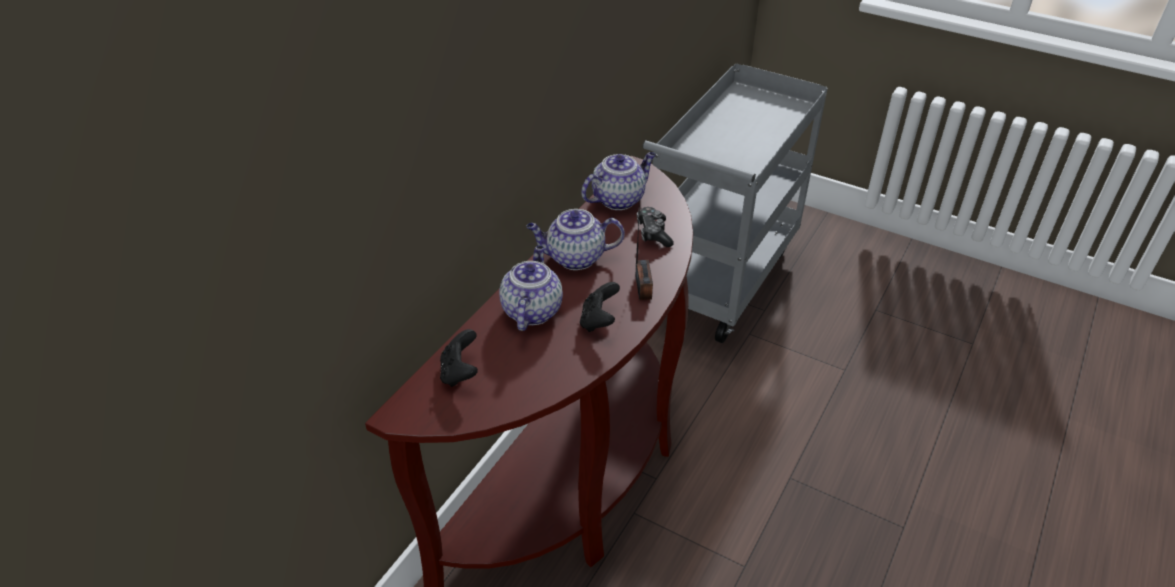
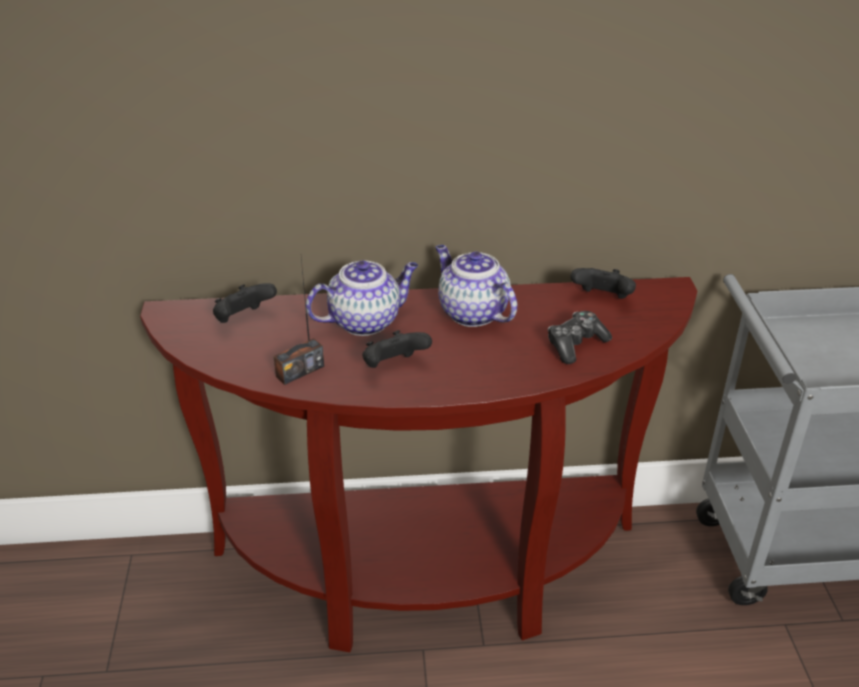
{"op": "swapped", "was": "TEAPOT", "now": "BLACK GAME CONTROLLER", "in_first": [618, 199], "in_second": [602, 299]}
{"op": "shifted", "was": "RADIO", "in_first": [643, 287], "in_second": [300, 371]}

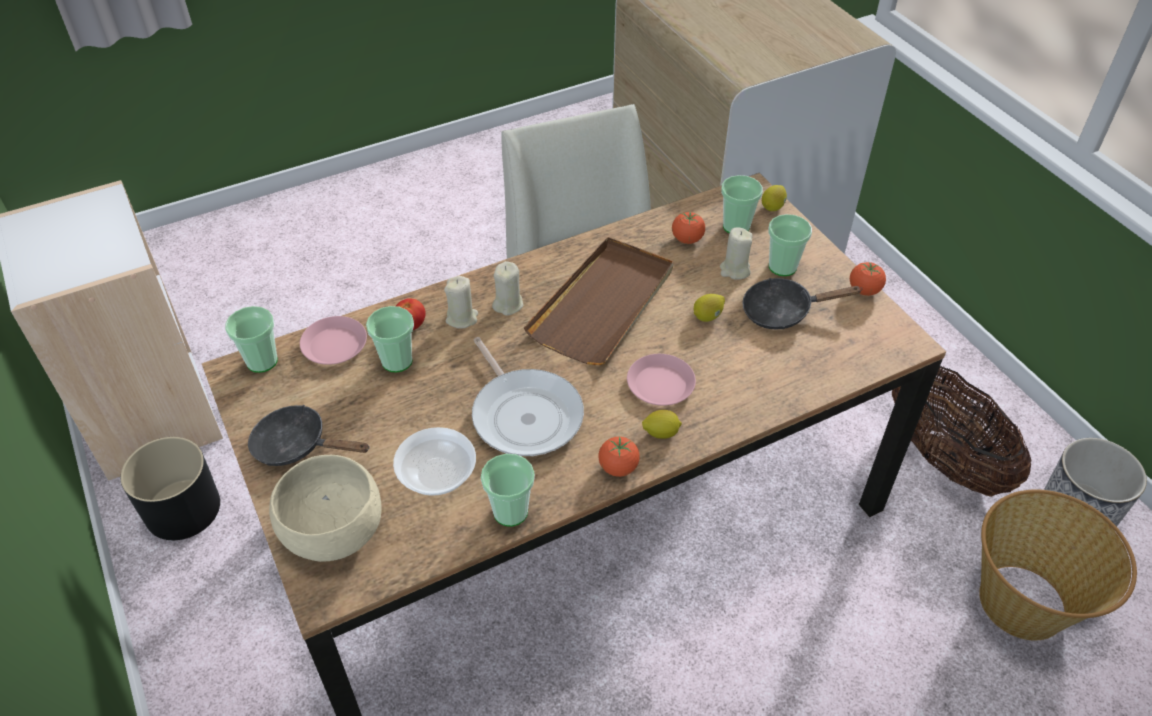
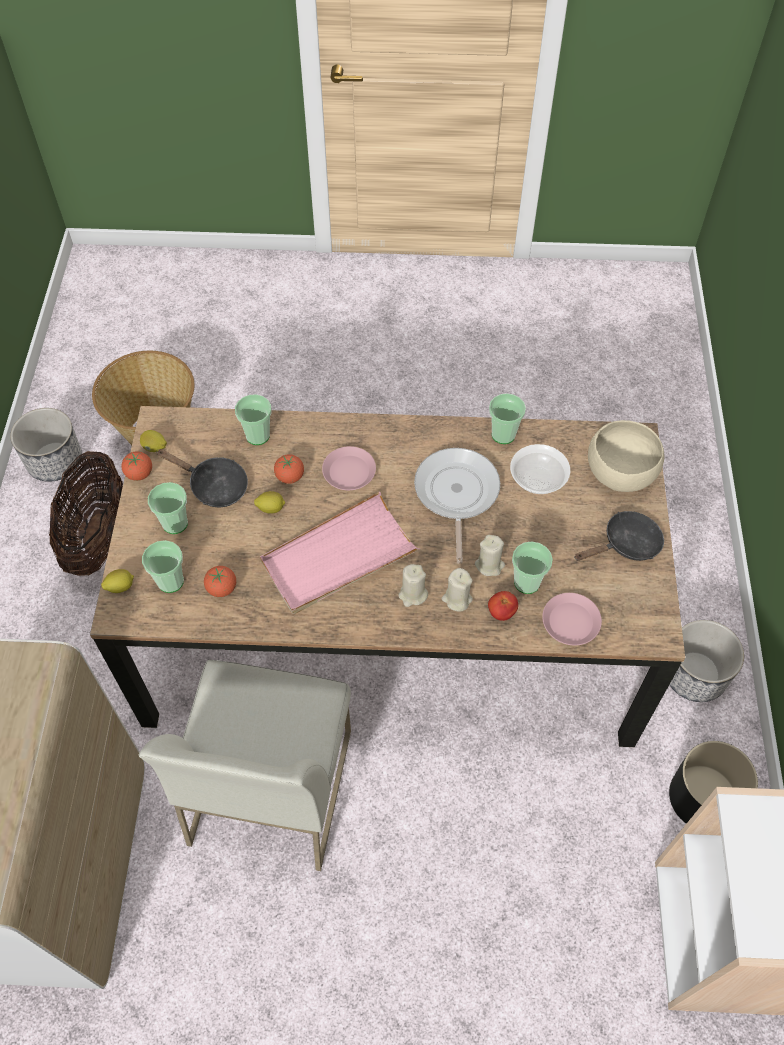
{"op": "shifted", "was": "CUP", "in_first": [262, 361], "in_second": [257, 435]}
{"op": "rotated", "was": "BLACK FRYING PAN", "in_first": [297, 445], "in_second": [626, 544], "clockwise": -75}
{"op": "repainted", "was": "BROWN TRAY", "now": "PINK TRAY", "in_first": [604, 304], "in_second": [338, 557]}
{"op": "shifted", "was": "TOMATO", "in_first": [618, 467], "in_second": [290, 477]}
{"op": "shifted", "was": "LEMON", "in_first": [660, 433], "in_second": [154, 448]}
{"op": "shifted", "was": "BEIGE CANDLE", "in_first": [734, 270], "in_second": [489, 565]}
{"op": "new", "now": "PLANTER", "in_second": [694, 675]}

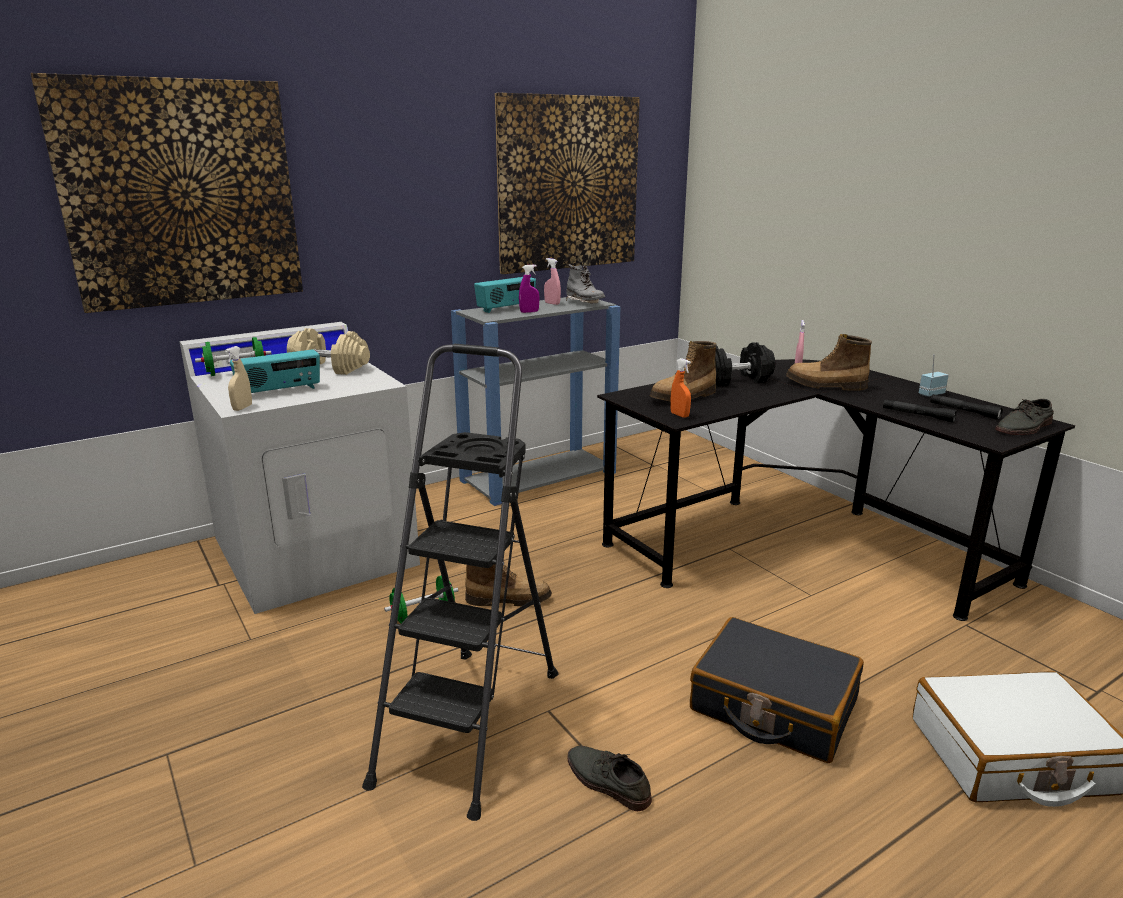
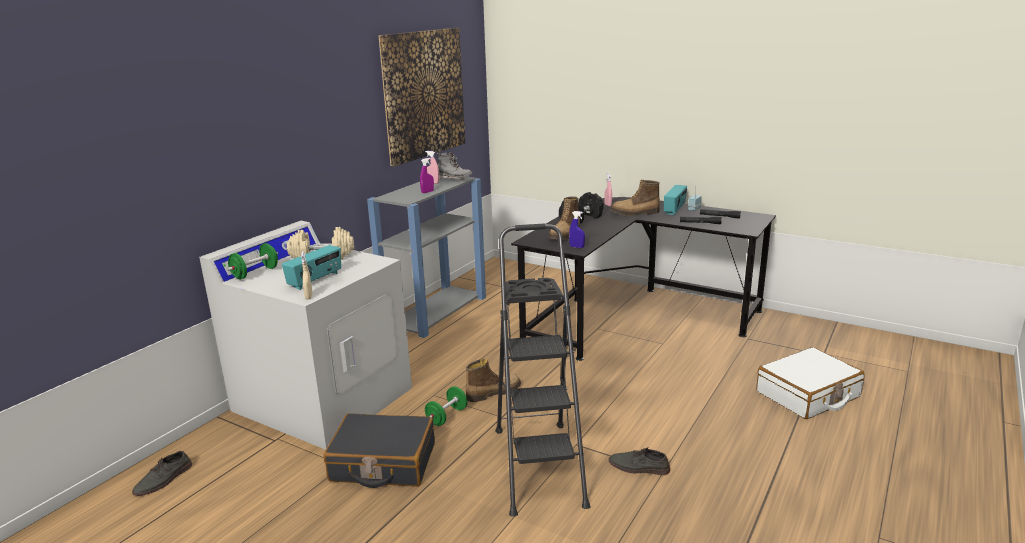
{"op": "gone", "was": "PICTURE", "in_first": [181, 194]}
{"op": "shifted", "was": "RADIO", "in_first": [506, 308], "in_second": [675, 209]}
{"op": "repainted", "was": "ORANGE SPRAY BOTTLE", "now": "BLUE SPRAY BOTTLE", "in_first": [679, 415], "in_second": [576, 247]}
{"op": "shifted", "was": "BLACK SUITCASE", "in_first": [773, 706], "in_second": [383, 463]}
{"op": "shifted", "was": "GREY SHOE", "in_first": [1024, 427], "in_second": [164, 480]}

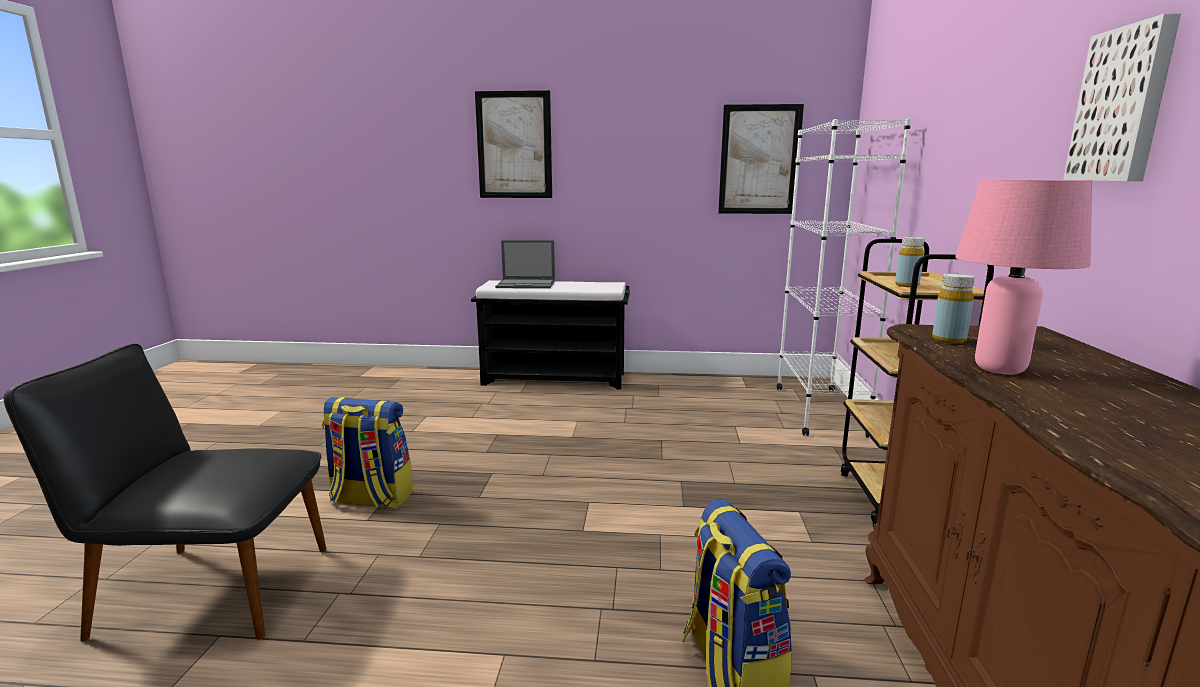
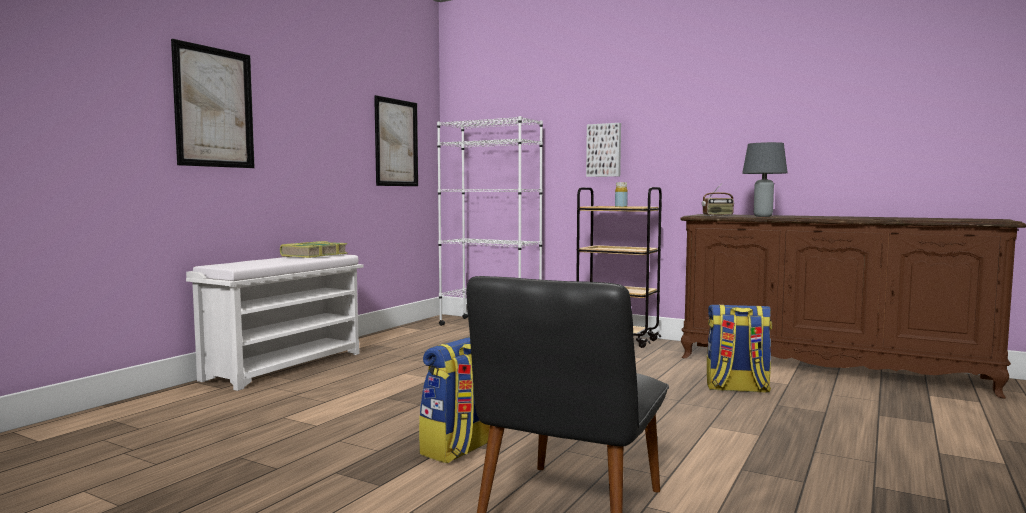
{"op": "repainted", "was": "BLACK BENCH", "now": "WHITE BENCH", "in_first": [555, 378], "in_second": [285, 366]}
{"op": "gone", "was": "LAPTOP", "in_first": [526, 284]}
{"op": "swapped", "was": "YELLOW BOTTLE", "now": "RADIO", "in_first": [948, 340], "in_second": [717, 215]}
{"op": "repainted", "was": "PINK TABLE LAMP", "now": "GREY TABLE LAMP", "in_first": [1000, 370], "in_second": [763, 216]}
{"op": "shifted", "was": "PICTURE", "in_first": [1124, 105], "in_second": [604, 150]}
{"op": "new", "now": "BOOK", "in_second": [313, 255]}

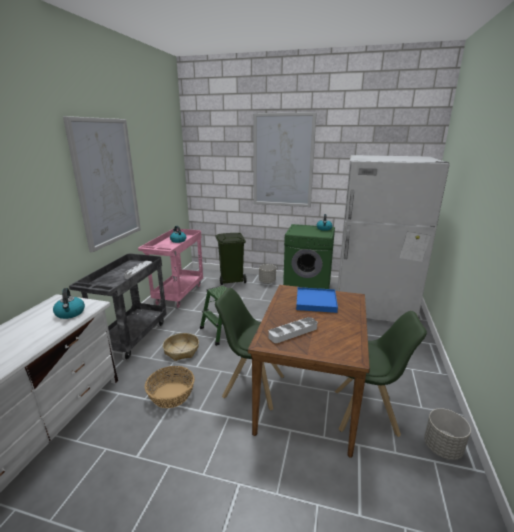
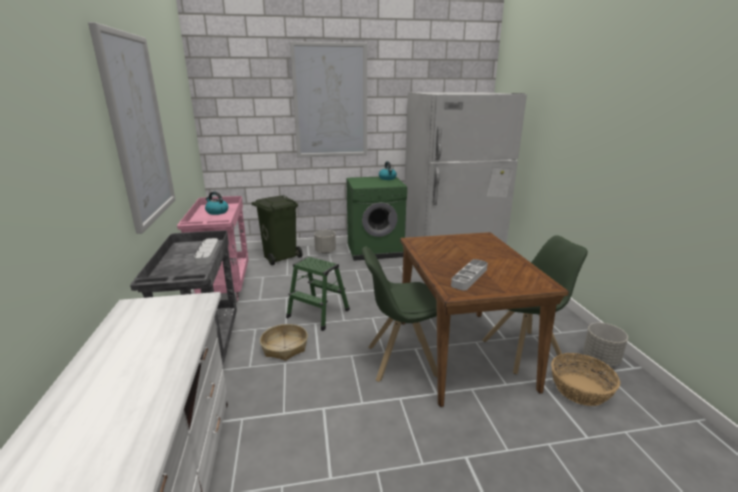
{"op": "gone", "was": "KETTLE", "in_first": [70, 313]}
{"op": "shifted", "was": "BASKET", "in_first": [171, 394], "in_second": [579, 389]}
{"op": "gone", "was": "BLUE TRAY", "in_first": [316, 302]}

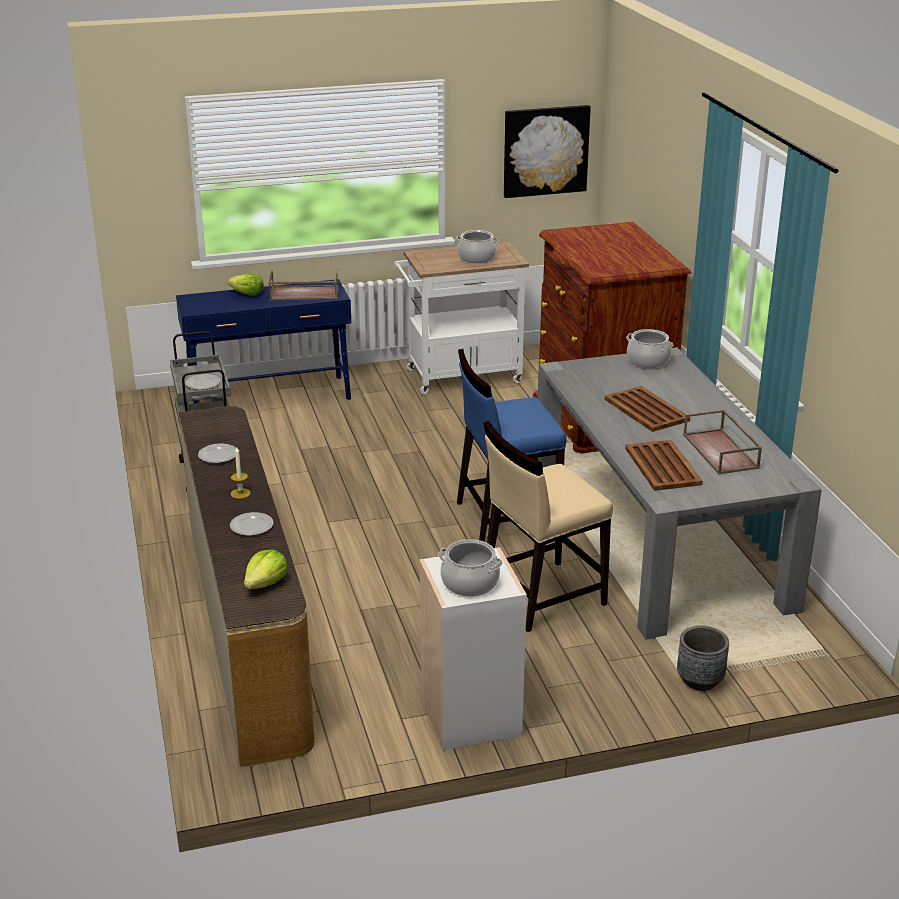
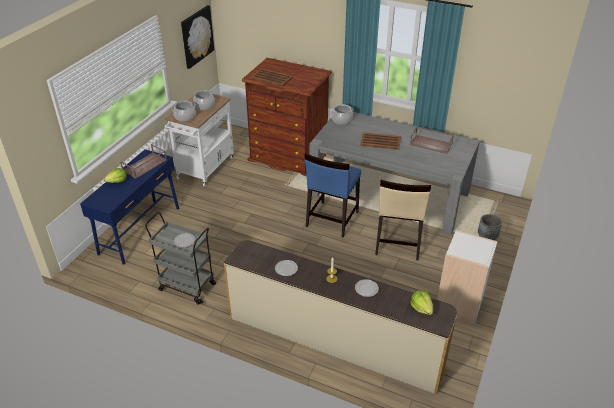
{"op": "shifted", "was": "COOKING POT", "in_first": [469, 583], "in_second": [185, 117]}
{"op": "shifted", "was": "BROWN TRAY", "in_first": [662, 466], "in_second": [271, 78]}

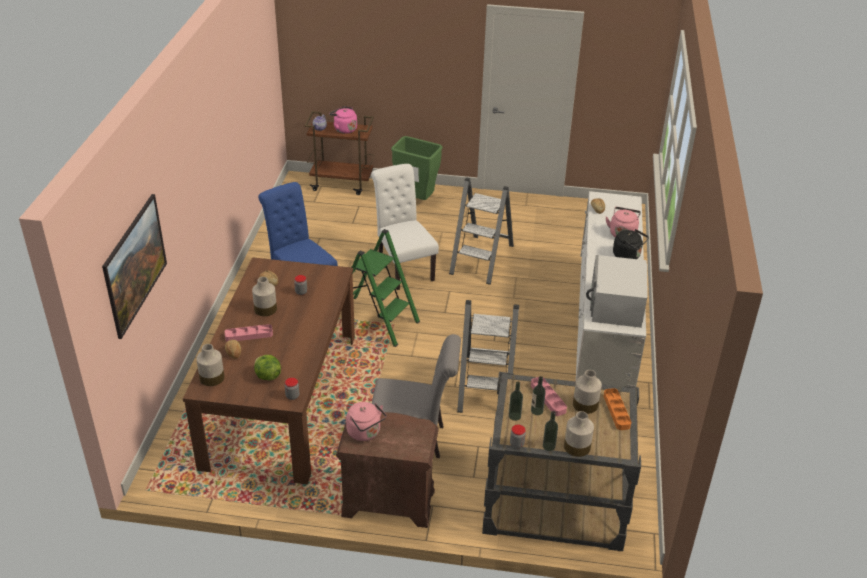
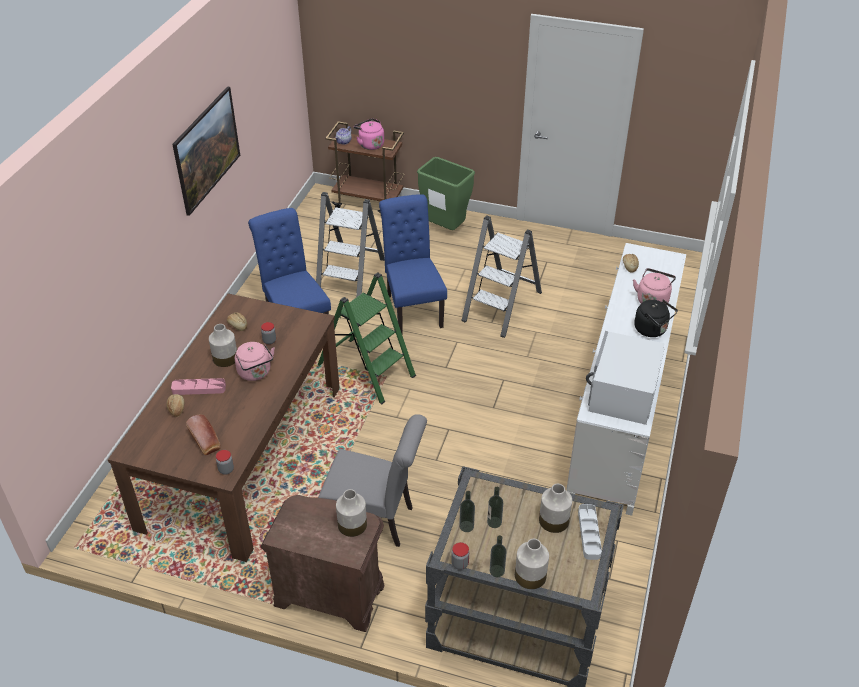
{"op": "shifted", "was": "PICTURE", "in_first": [138, 282], "in_second": [210, 167]}
{"op": "shifted", "was": "BEIGE VASE", "in_first": [211, 377], "in_second": [352, 524]}
{"op": "swapped", "was": "LETTUCE", "now": "BREAD", "in_first": [267, 376], "in_second": [205, 442]}
{"op": "shifted", "was": "PINK KETTLE", "in_first": [365, 433], "in_second": [256, 373]}
{"op": "repainted", "was": "WHITE CHAIR", "now": "BLUE CHAIR", "in_first": [403, 267], "in_second": [412, 308]}
{"op": "shifted", "was": "GREY STEP LADDER", "in_first": [486, 384], "in_second": [351, 277]}
{"op": "gone", "was": "PINK TRAY", "in_first": [548, 398]}
{"op": "repainted", "was": "ORANGE TRAY", "now": "GREY TRAY", "in_first": [616, 411], "in_second": [589, 533]}

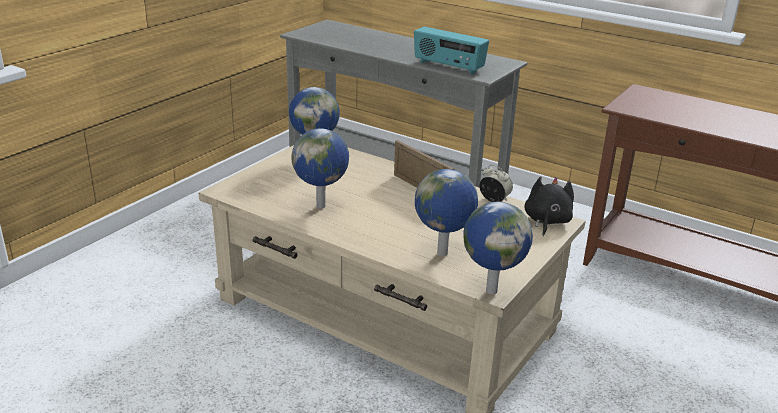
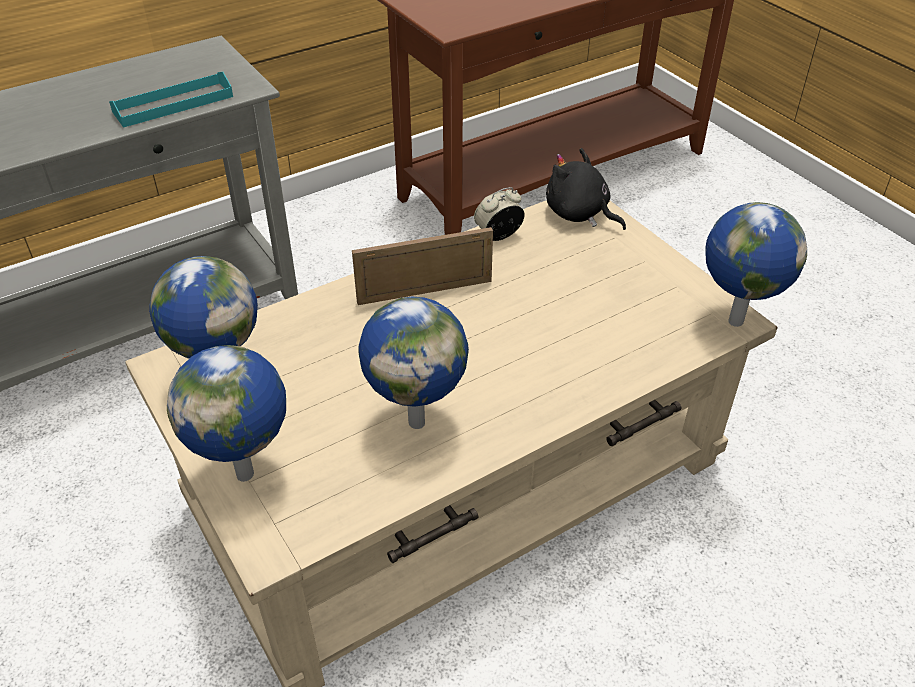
{"op": "swapped", "was": "RADIO", "now": "TURQUOISE TRAY", "in_first": [448, 67], "in_second": [173, 104]}
{"op": "shifted", "was": "GLOBE", "in_first": [443, 254], "in_second": [247, 474]}

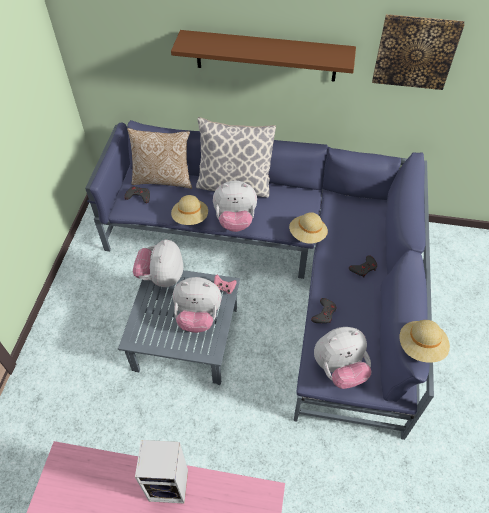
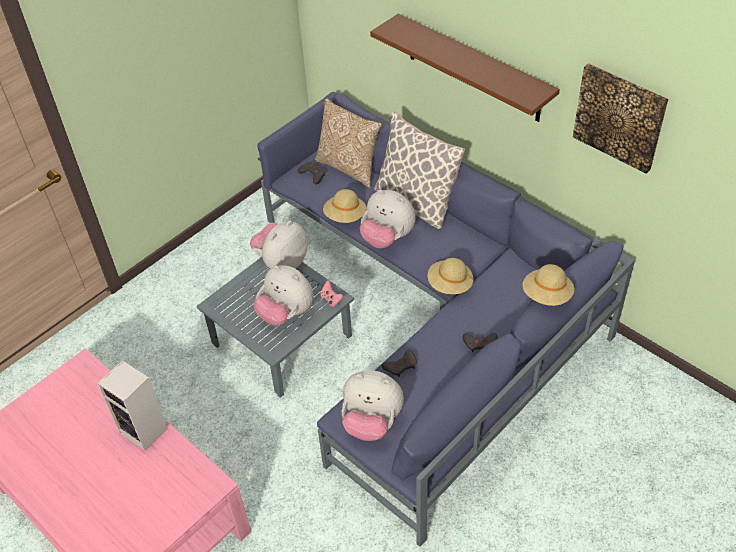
{"op": "shifted", "was": "BEIGE HAT", "in_first": [421, 347], "in_second": [547, 295]}

